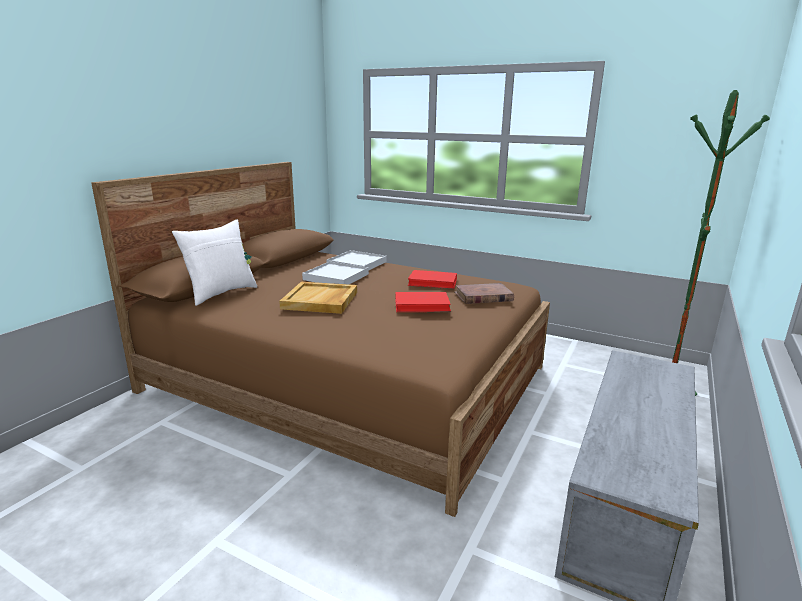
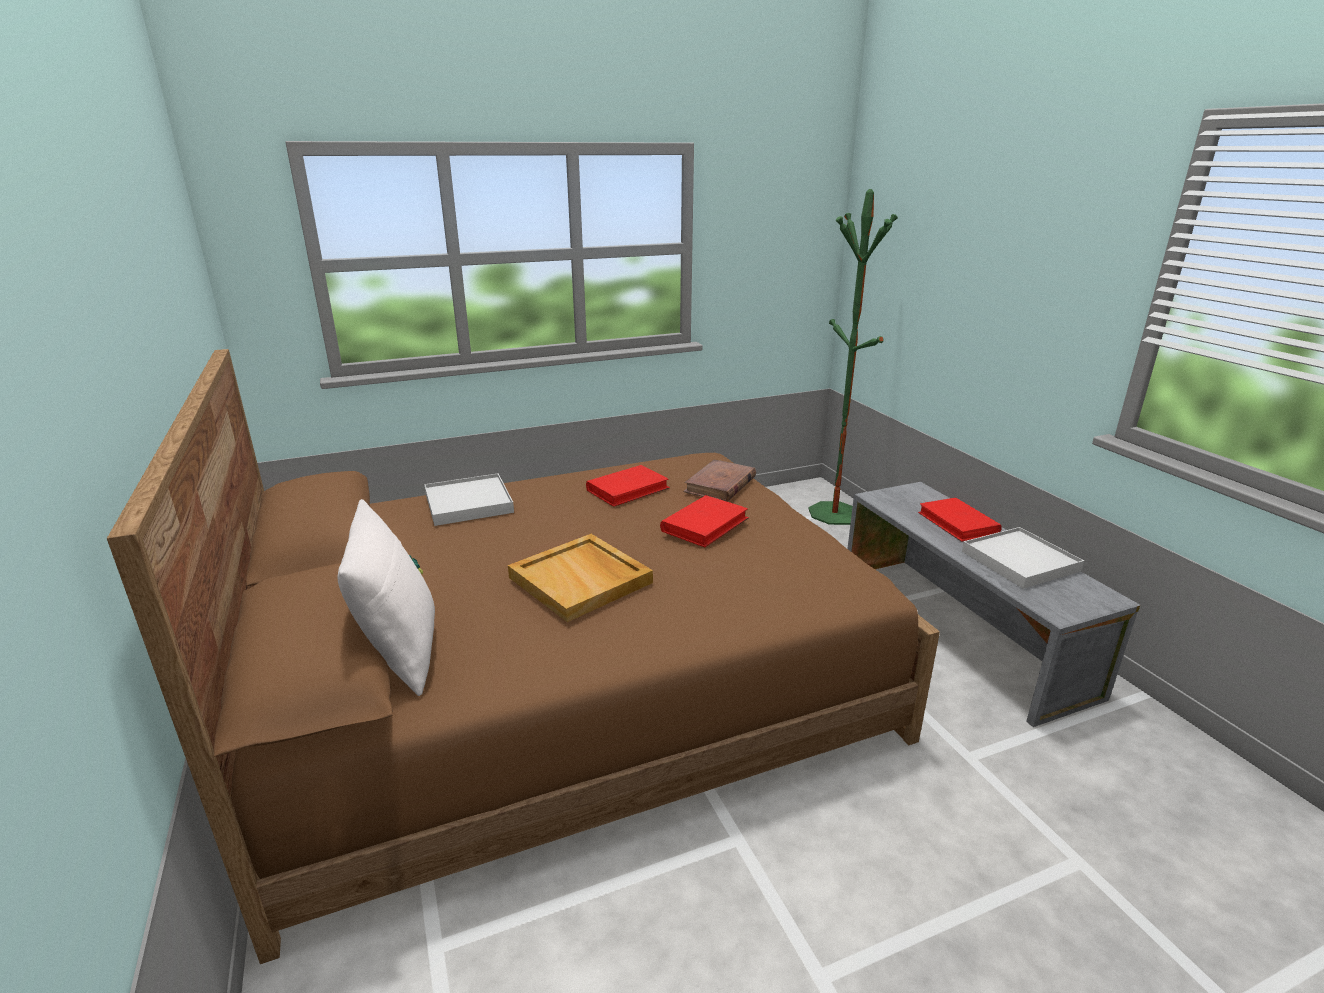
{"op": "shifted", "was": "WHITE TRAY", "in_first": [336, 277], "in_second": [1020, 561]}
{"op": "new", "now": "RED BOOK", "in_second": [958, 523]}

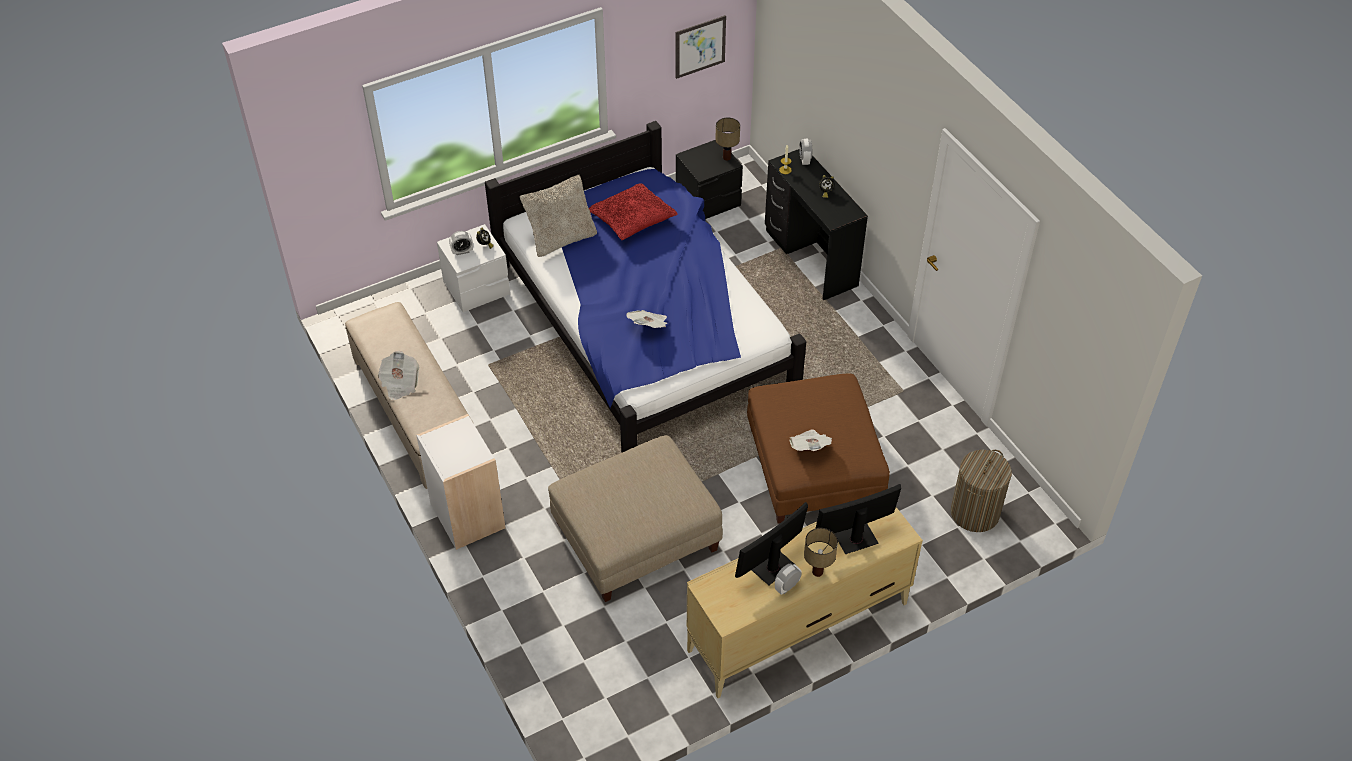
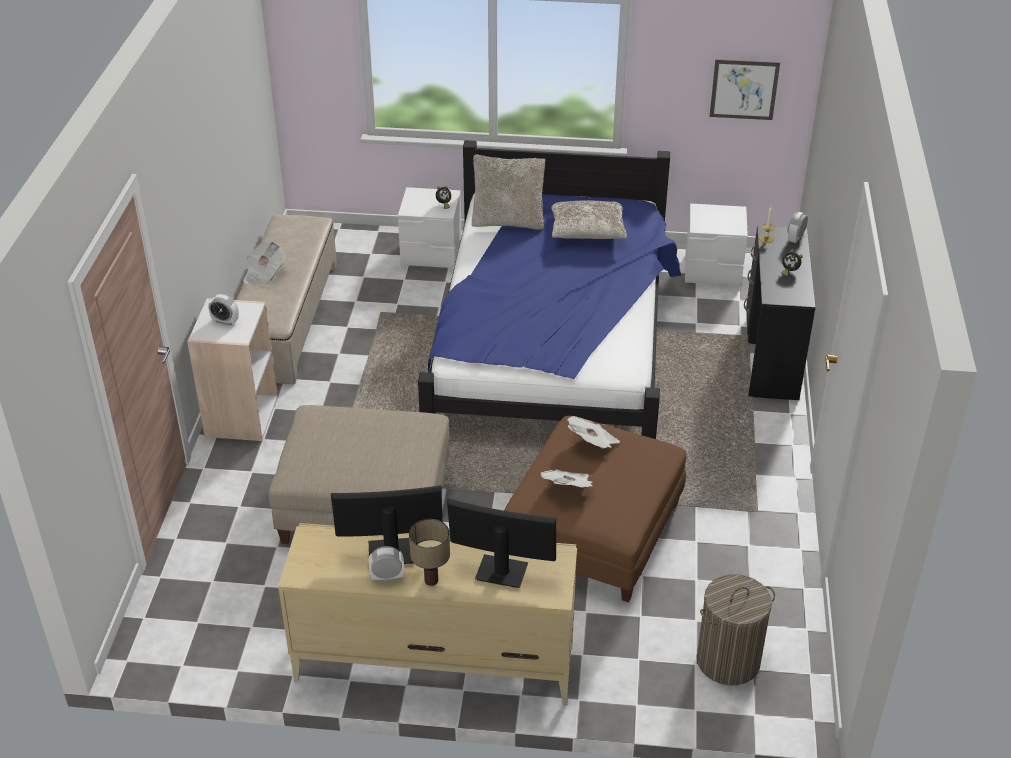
{"op": "shifted", "was": "ALARM CLOCK", "in_first": [462, 251], "in_second": [225, 321]}
{"op": "repainted", "was": "RED PILLOW", "now": "BEIGE PILLOW", "in_first": [632, 219], "in_second": [588, 231]}
{"op": "shifted", "was": "NEWSPAPER", "in_first": [649, 326], "in_second": [592, 443]}
{"op": "repainted", "was": "BLACK NIGHTSTAND", "now": "WHITE NIGHTSTAND", "in_first": [707, 200], "in_second": [712, 270]}
{"op": "gone", "was": "TABLE LAMP", "in_first": [726, 158]}

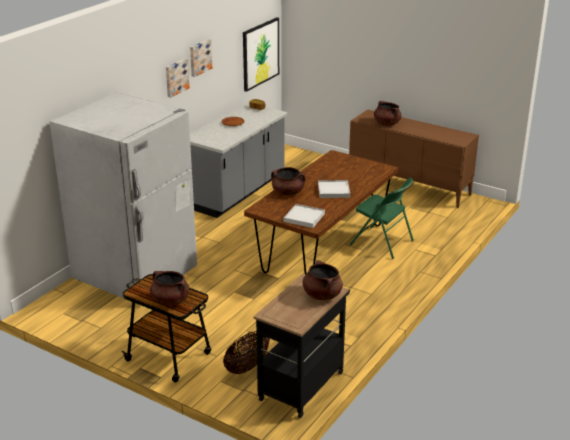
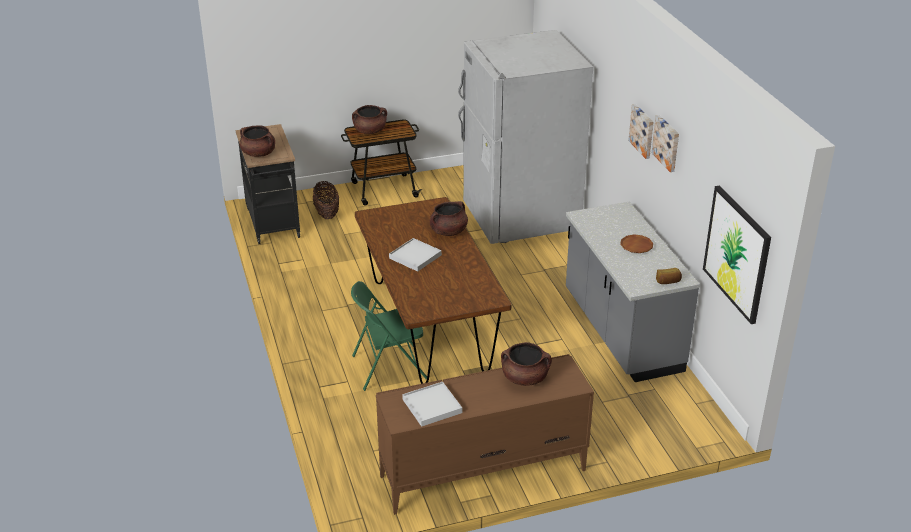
{"op": "shifted", "was": "WHITE TRAY", "in_first": [304, 217], "in_second": [432, 406]}

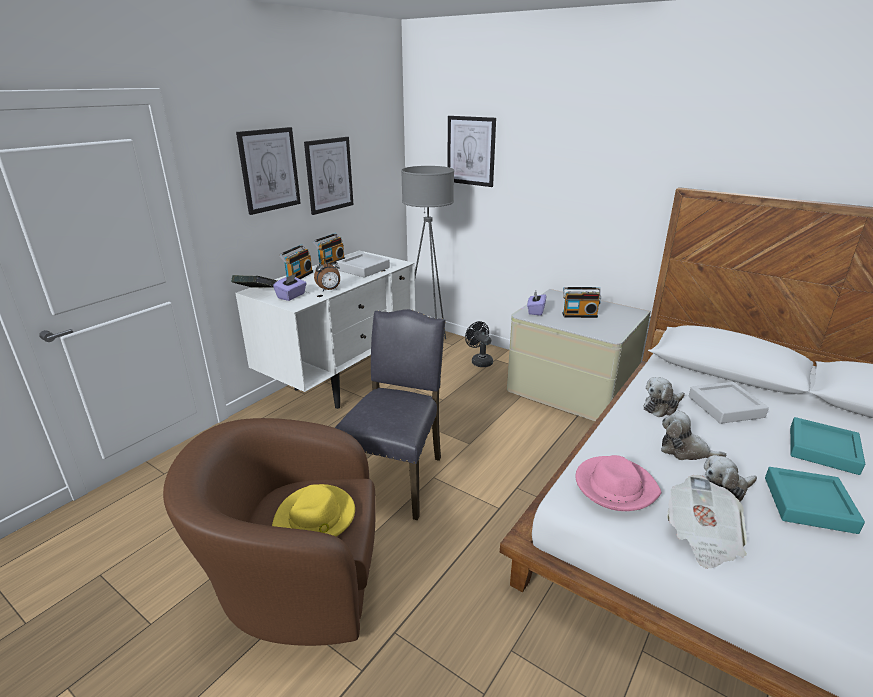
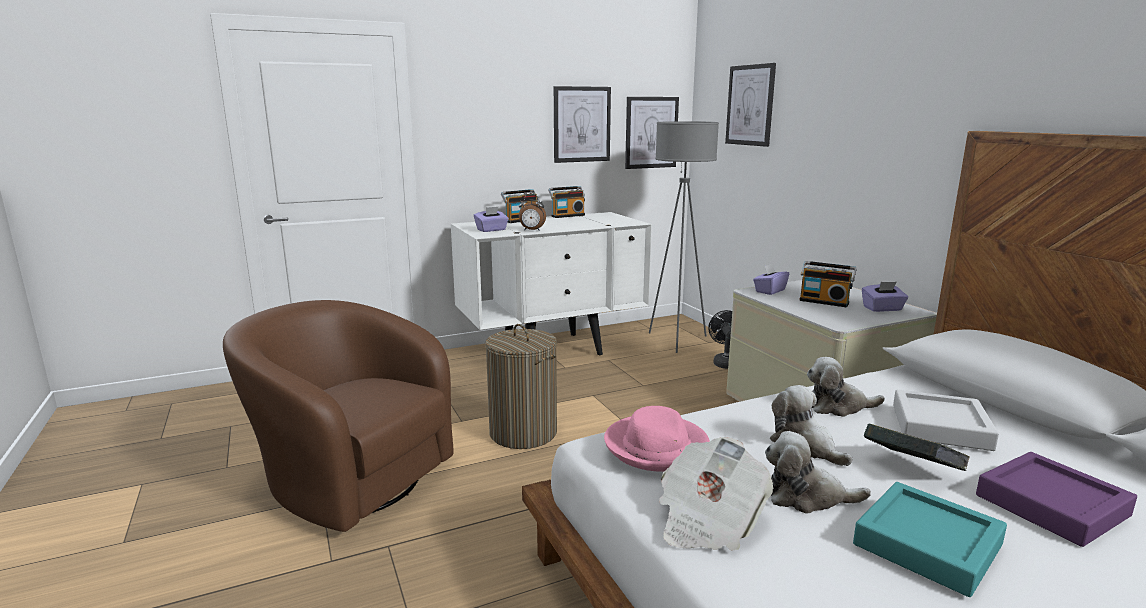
{"op": "shifted", "was": "BOOK", "in_first": [256, 293], "in_second": [911, 469]}
{"op": "shifted", "was": "PICTURE", "in_first": [269, 170], "in_second": [651, 132]}
{"op": "gone", "was": "YELLOW HAT", "in_first": [315, 518]}
{"op": "swapped", "was": "GREY CHAIR", "now": "LAUNDRY BASKET", "in_first": [396, 477], "in_second": [523, 433]}
{"op": "gone", "was": "GREY TRAY", "in_first": [363, 269]}
{"op": "repainted", "was": "TURQUOISE TRAY", "now": "PURPLE TRAY", "in_first": [822, 450], "in_second": [1051, 505]}
{"op": "new", "now": "PURPLE TISSUE BOX", "in_second": [882, 309]}

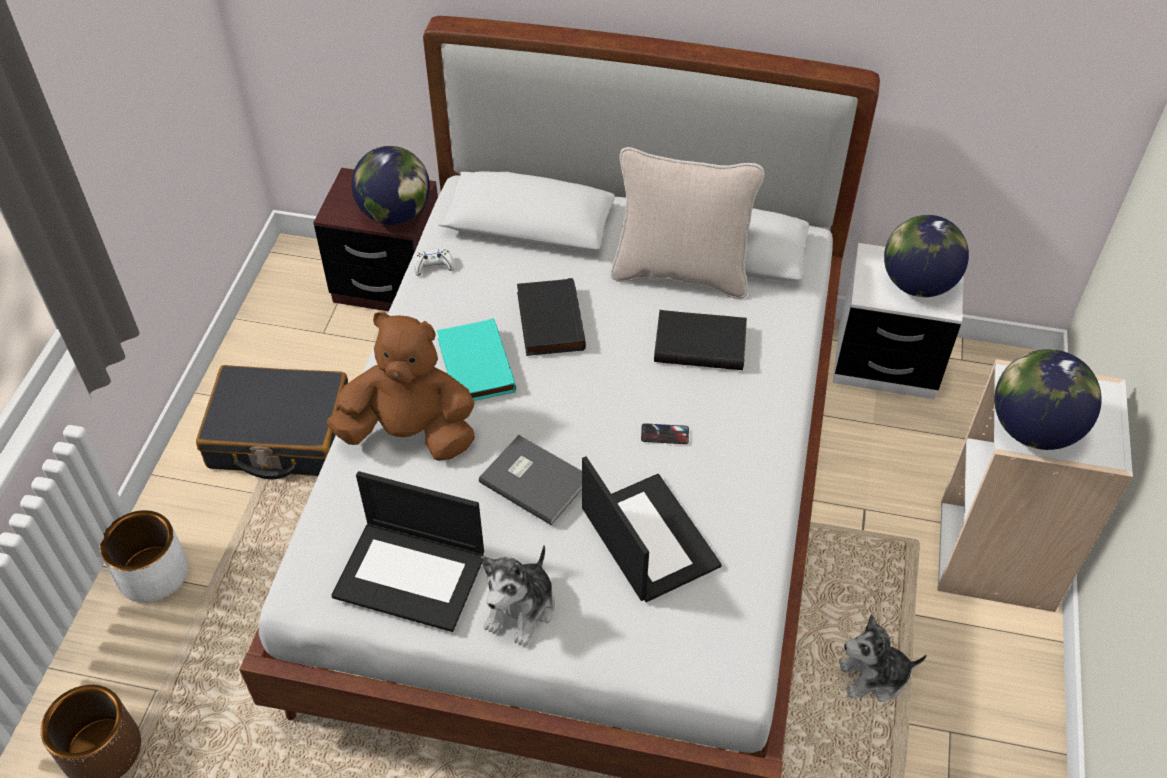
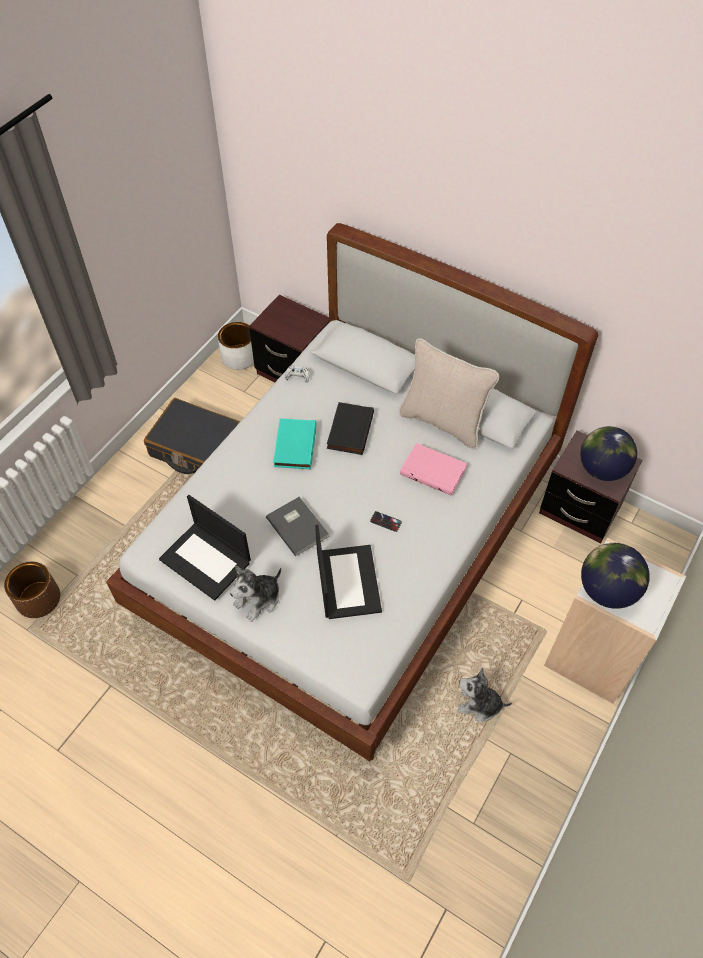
{"op": "shifted", "was": "WHITE PLANTER", "in_first": [152, 574], "in_second": [239, 357]}
{"op": "gone", "was": "BROWN PLUSH TOY", "in_first": [410, 433]}
{"op": "gone", "was": "GLOBE", "in_first": [395, 214]}
{"op": "repainted", "was": "BLACK BOOK", "now": "PINK BOOK", "in_first": [701, 343], "in_second": [434, 470]}
{"op": "repainted", "was": "WHITE NIGHTSTAND", "now": "BROWN NIGHTSTAND", "in_first": [885, 362], "in_second": [579, 510]}

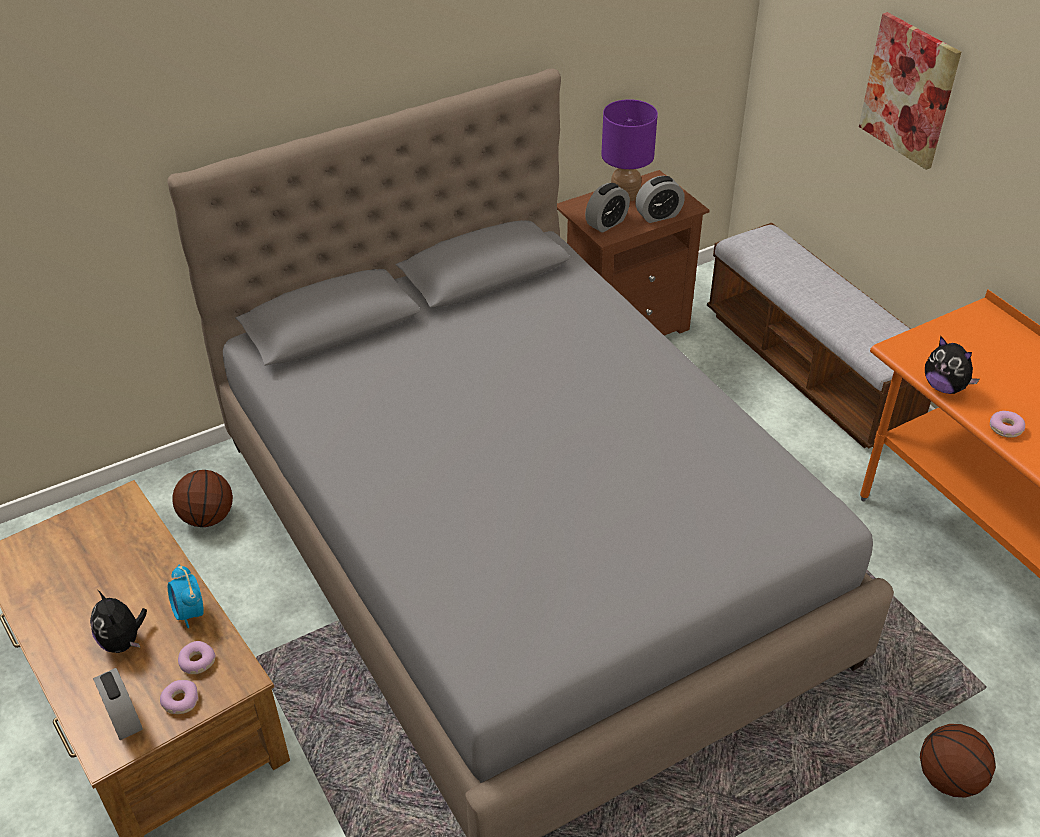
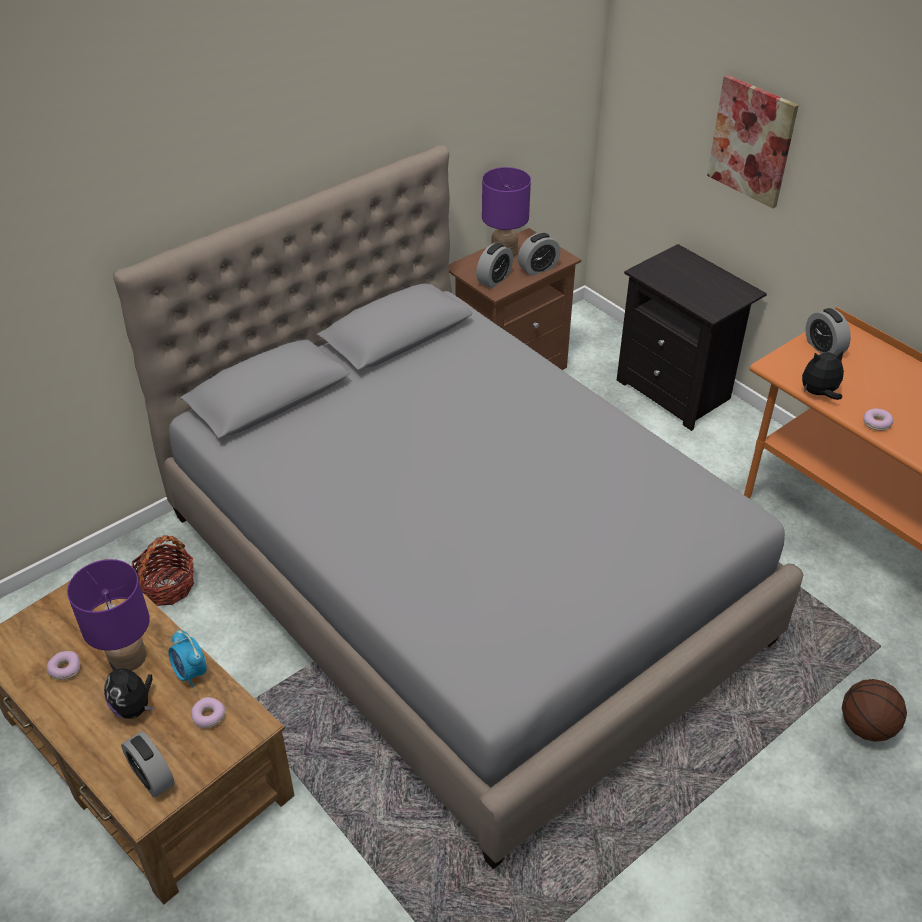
{"op": "shifted", "was": "DONUT", "in_first": [180, 701], "in_second": [64, 669]}
{"op": "swapped", "was": "BASKETBALL", "now": "BASKET", "in_first": [208, 518], "in_second": [166, 586]}
{"op": "swapped", "was": "BENCH", "now": "BLACK NIGHTSTAND", "in_first": [809, 368], "in_second": [677, 391]}
{"op": "rotated", "was": "PLUSH TOY", "in_first": [944, 387], "in_second": [819, 394], "clockwise": 135}
{"op": "new", "now": "PURPLE TABLE LAMP", "in_second": [127, 658]}
{"op": "new", "now": "ALARM CLOCK", "in_second": [823, 348]}

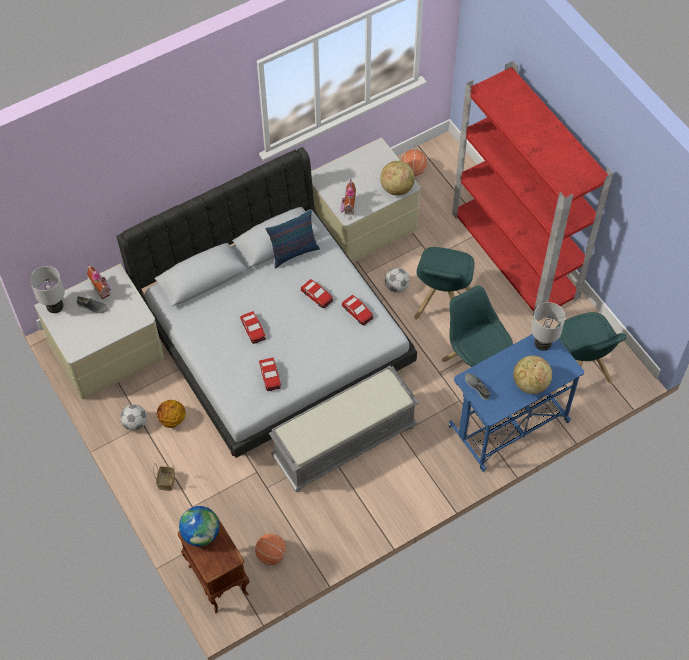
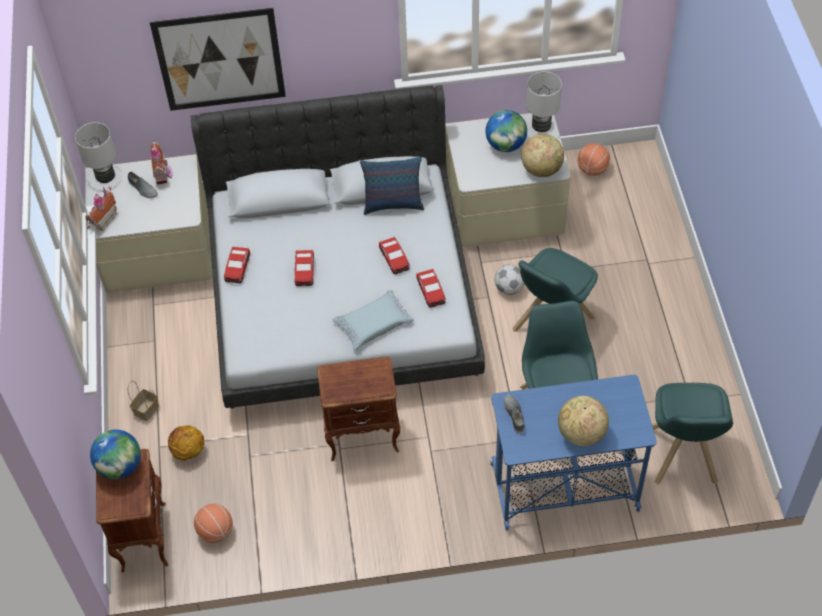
{"op": "gone", "was": "FOOTBALL", "in_first": [135, 423]}
{"op": "shifted", "was": "BASKETBALL", "in_first": [172, 420], "in_second": [188, 451]}
{"op": "shifted", "was": "TOY CAR", "in_first": [270, 376], "in_second": [237, 268]}
{"op": "swapped", "was": "GREY BENCH", "now": "BROWN NIGHTSTAND", "in_first": [345, 441], "in_second": [363, 437]}
{"op": "shifted", "was": "TOY HOUSE", "in_first": [347, 207], "in_second": [102, 220]}
{"op": "gone", "was": "RED BOOKCASE", "in_first": [515, 255]}
{"op": "shifted", "was": "GREY TABLE LAMP", "in_first": [543, 343], "in_second": [541, 125]}
{"op": "new", "now": "PICTURE", "in_second": [220, 60]}
{"op": "new", "now": "BLUE PILLOW", "in_second": [373, 323]}
{"op": "new", "now": "GLOBE", "in_second": [505, 145]}

